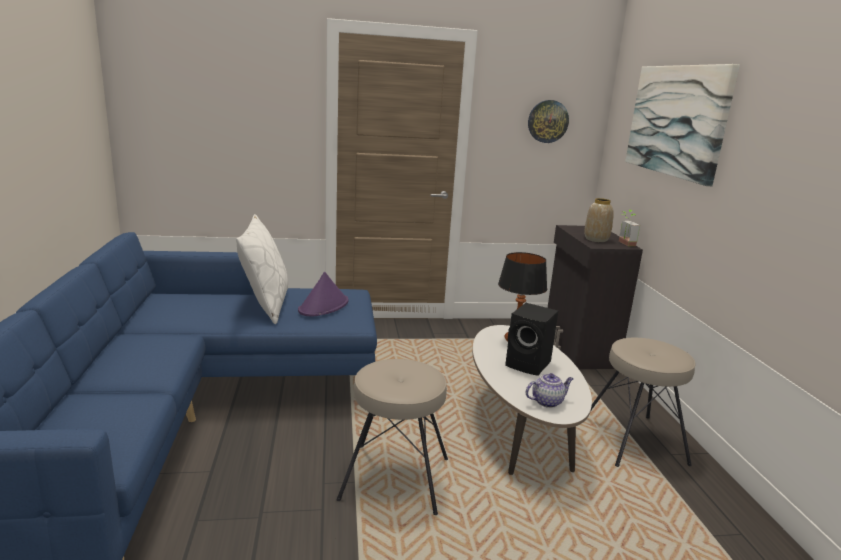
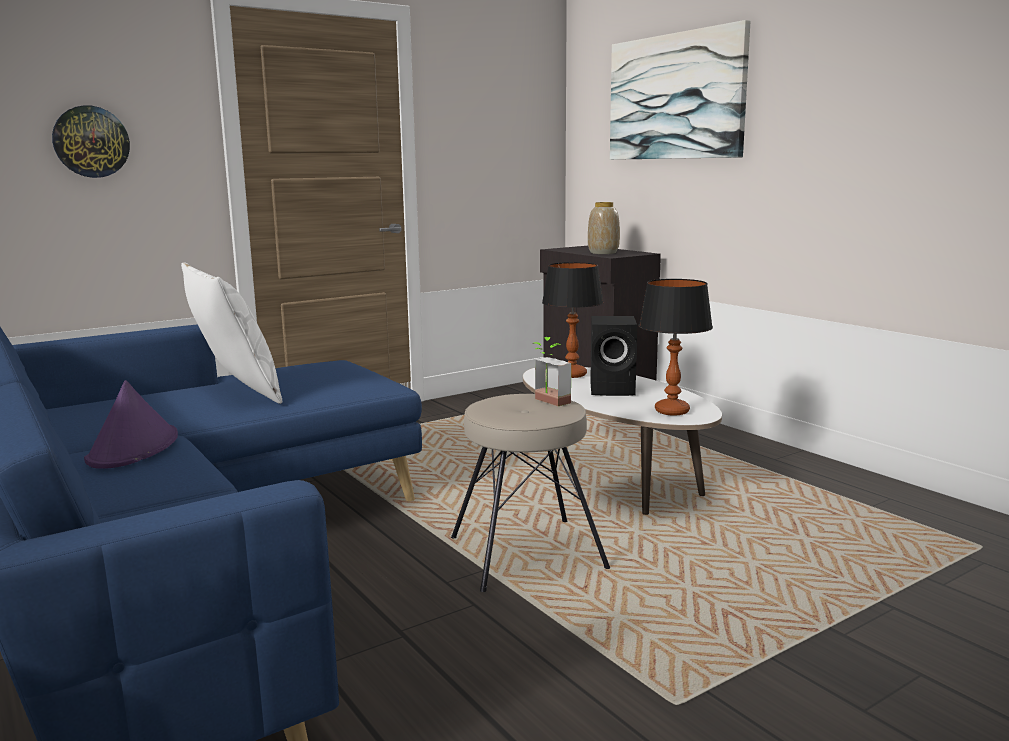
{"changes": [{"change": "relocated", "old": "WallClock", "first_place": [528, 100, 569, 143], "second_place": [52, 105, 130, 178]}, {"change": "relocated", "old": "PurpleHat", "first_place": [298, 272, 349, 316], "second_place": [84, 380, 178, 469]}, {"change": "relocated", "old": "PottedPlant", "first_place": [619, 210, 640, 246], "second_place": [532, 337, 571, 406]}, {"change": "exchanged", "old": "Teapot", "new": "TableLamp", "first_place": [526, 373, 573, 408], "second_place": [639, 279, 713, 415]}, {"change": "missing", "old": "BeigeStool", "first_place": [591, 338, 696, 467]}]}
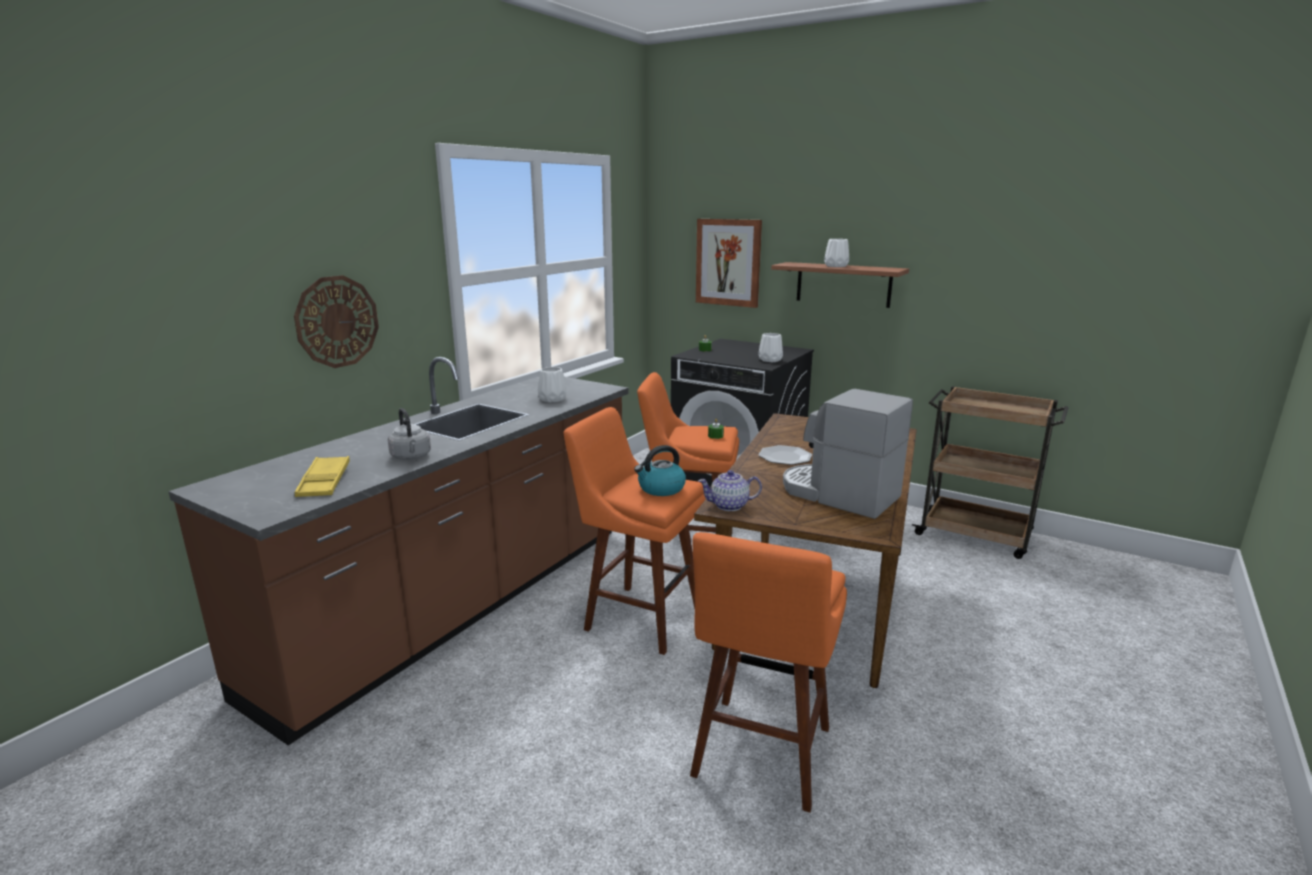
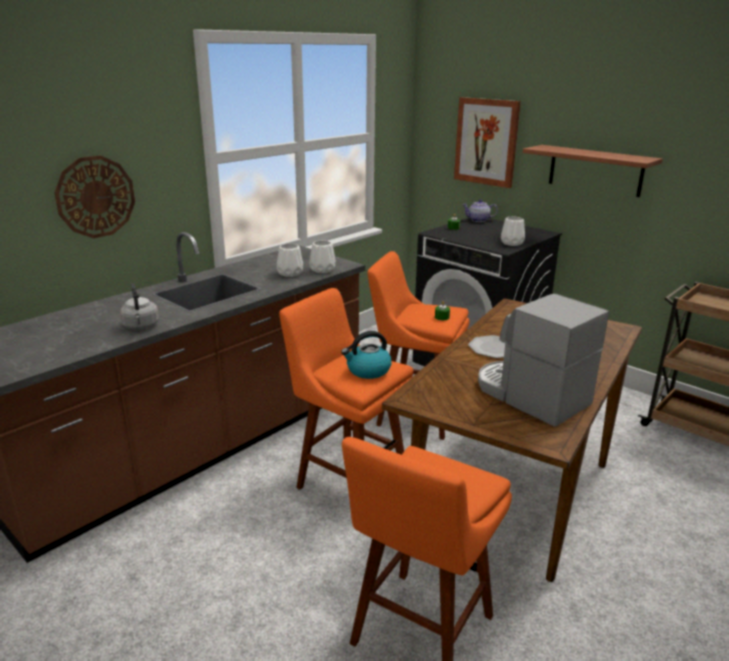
{"changes": [{"change": "relocated", "old": "WhiteVase", "first_place": [824, 239, 849, 267], "second_place": [310, 241, 336, 273]}, {"change": "relocated", "old": "Teapot", "first_place": [698, 470, 762, 511], "second_place": [462, 199, 498, 222]}, {"change": "missing", "old": "YellowTray", "first_place": [295, 456, 350, 497]}]}
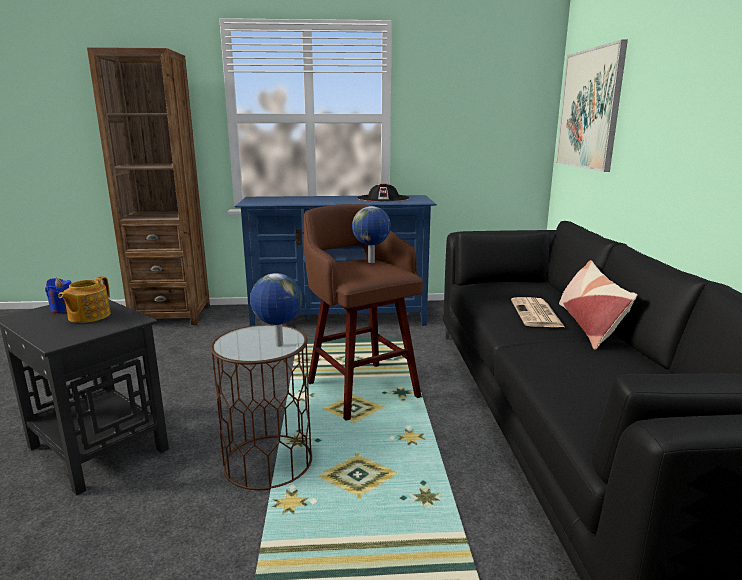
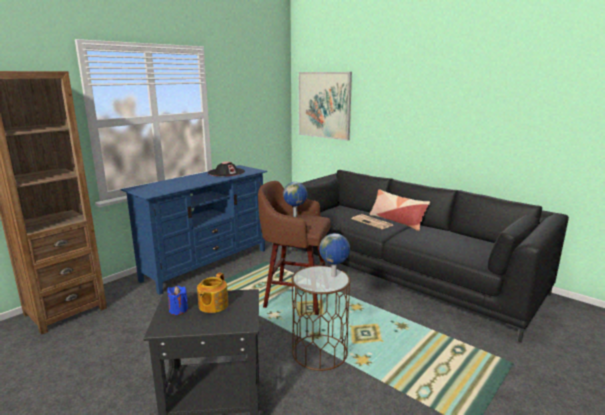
{"changes": [{"change": "spun", "old": "Teapot", "first_place": [58, 276, 111, 323], "second_place": [197, 273, 228, 313], "degrees": 45}]}
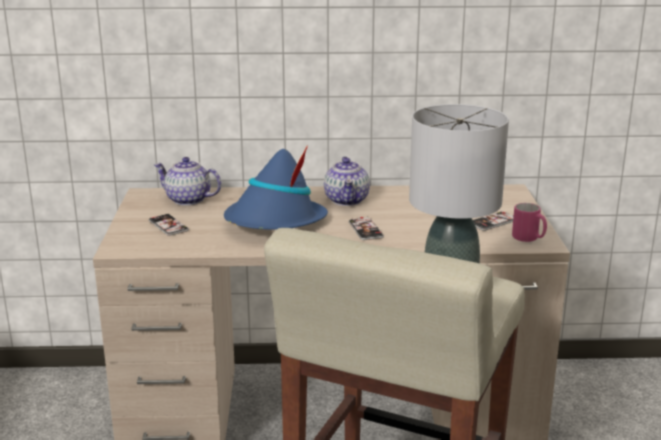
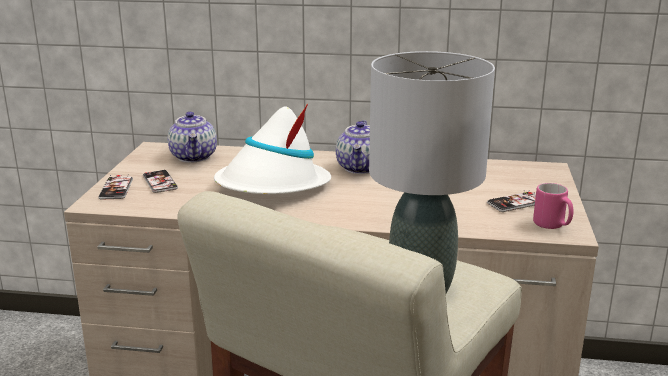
{"changes": [{"change": "relocated", "old": "Phone", "first_place": [349, 216, 384, 240], "second_place": [98, 175, 133, 200]}, {"change": "spun", "old": "Teapot", "first_place": [153, 157, 221, 206], "second_place": [167, 111, 217, 162], "degrees": -135}, {"change": "colour", "old": "BlueHat", "new": "WhiteHat", "first_place": [224, 146, 328, 230], "second_place": [214, 103, 331, 194]}]}
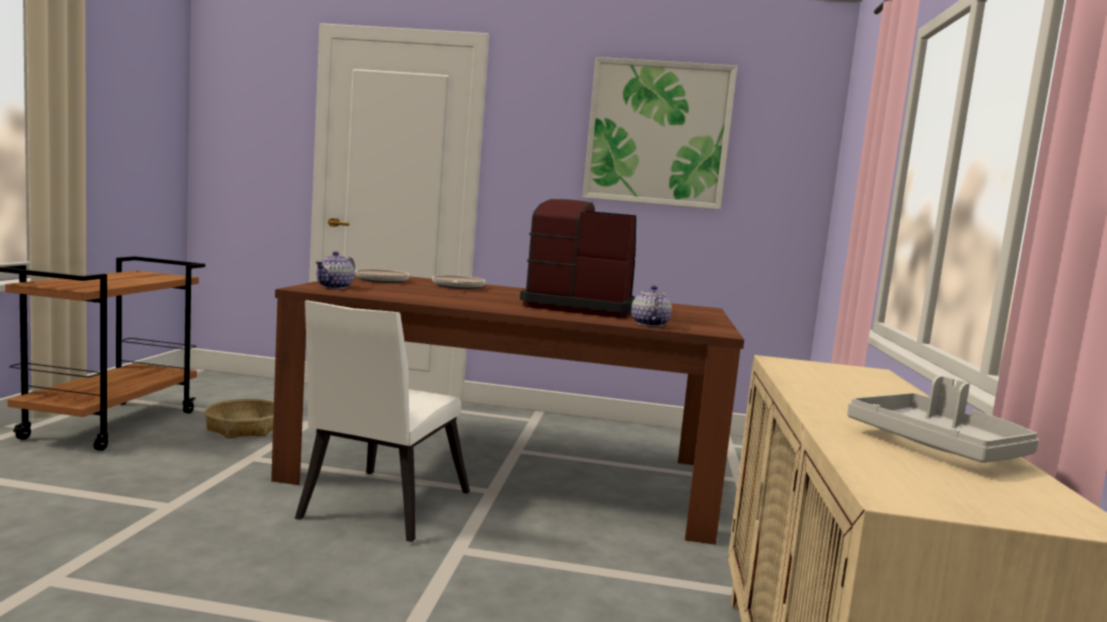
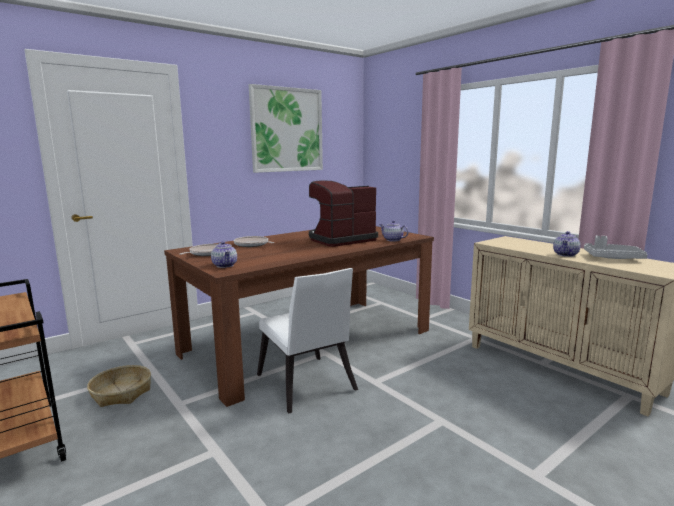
{"changes": [{"change": "appeared", "new": "Teapot", "second_place": [553, 231, 581, 257]}]}
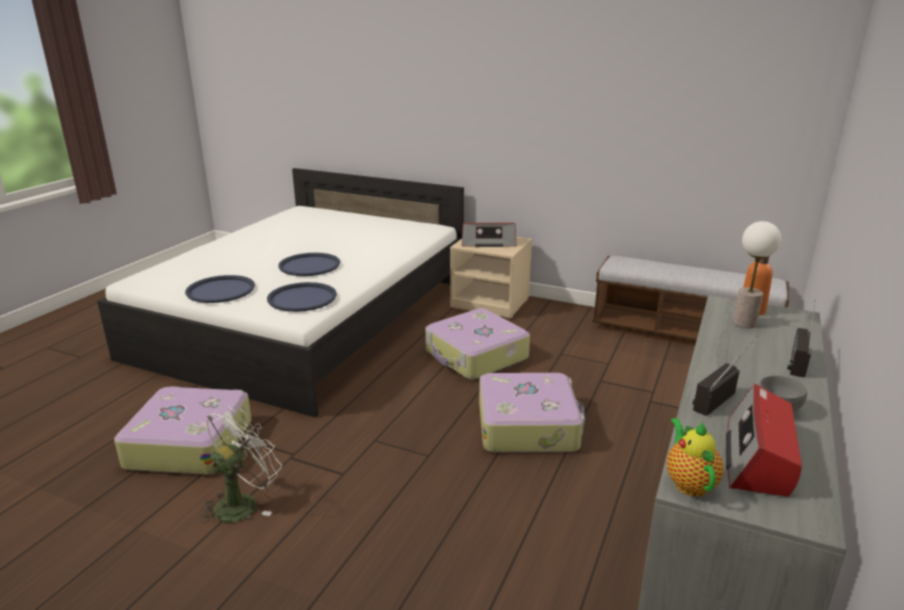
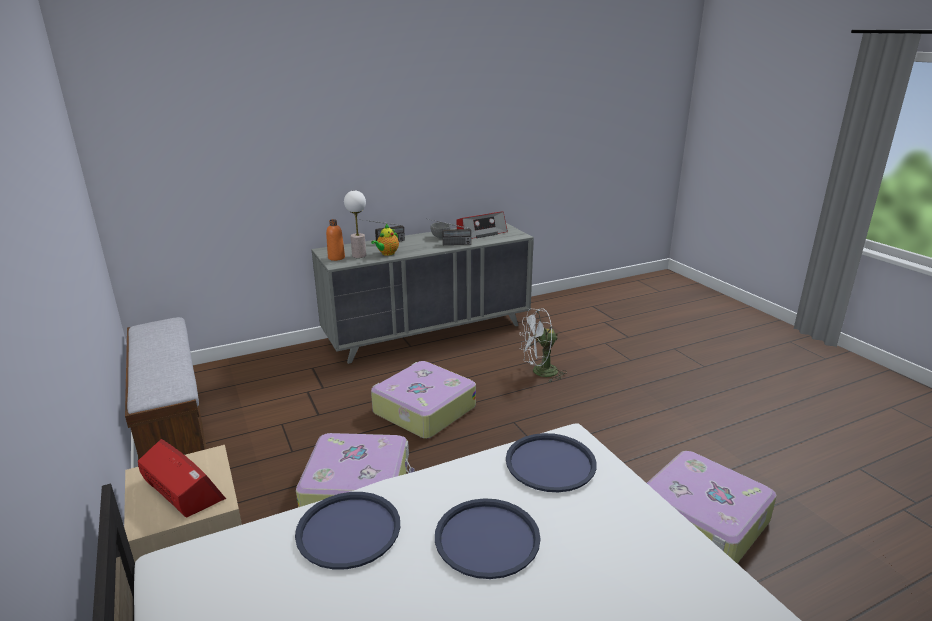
{"changes": [{"change": "relocated", "old": "BlueTray", "first_place": [185, 275, 255, 303], "second_place": [295, 492, 400, 570]}, {"change": "relocated", "old": "Teapot", "first_place": [667, 418, 723, 497], "second_place": [371, 224, 399, 256]}, {"change": "relocated", "old": "WhiteFan", "first_place": [200, 406, 282, 523], "second_place": [520, 308, 567, 383]}]}
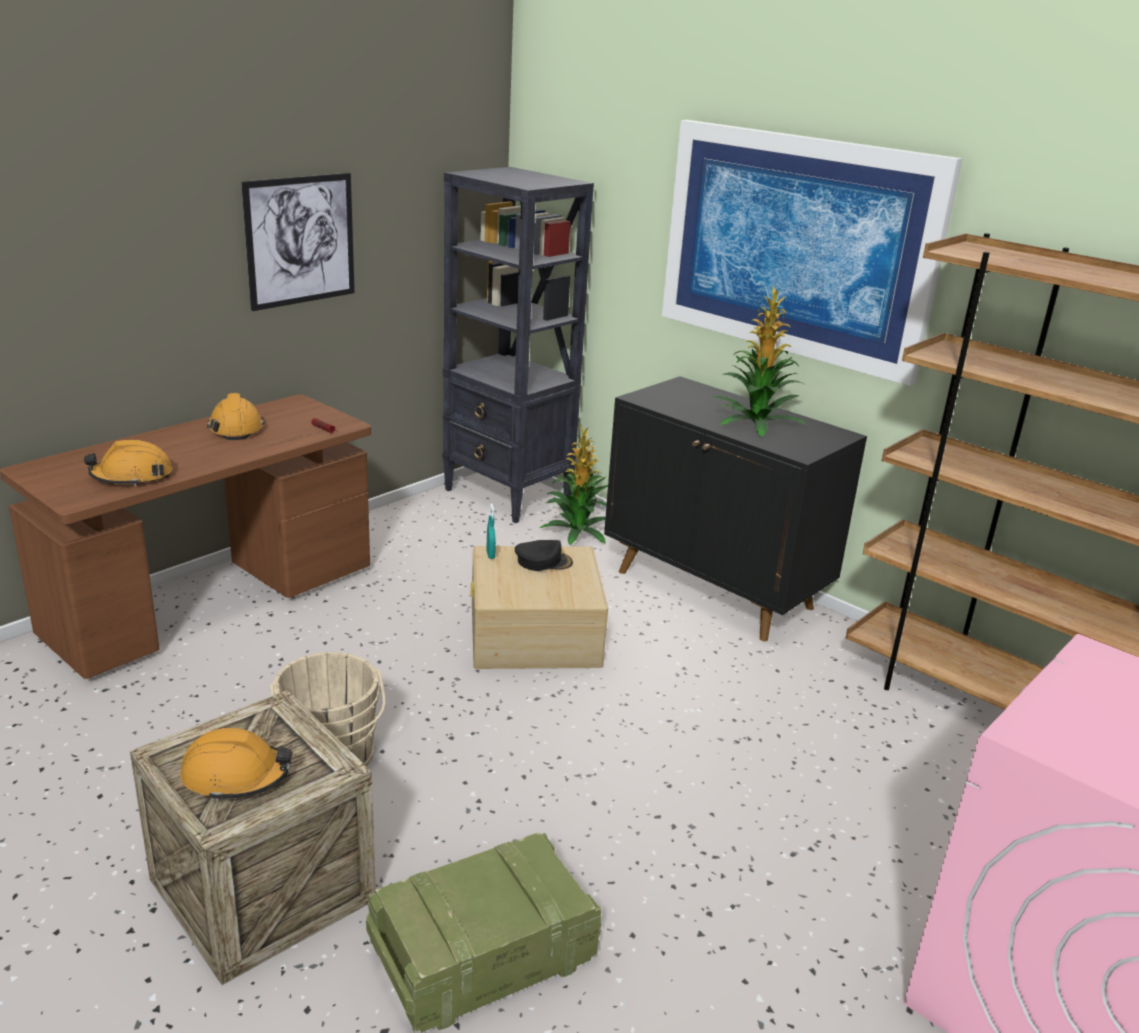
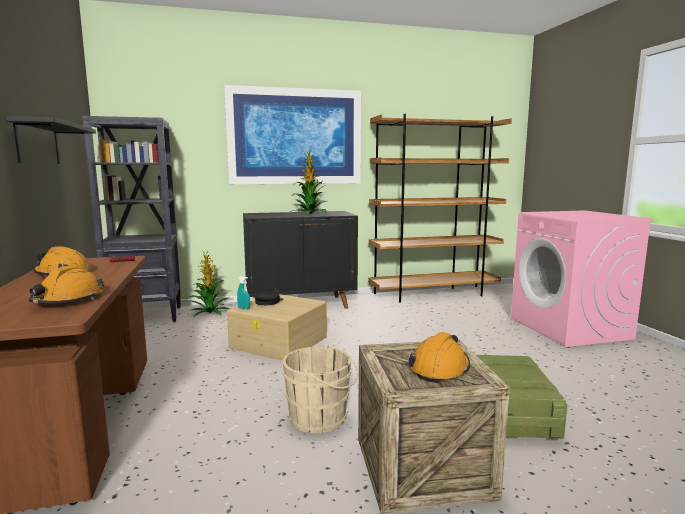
{"changes": [{"change": "exchanged", "old": "Picture", "new": "BlackShelf", "first_place": [241, 173, 355, 311], "second_place": [5, 116, 96, 164]}]}
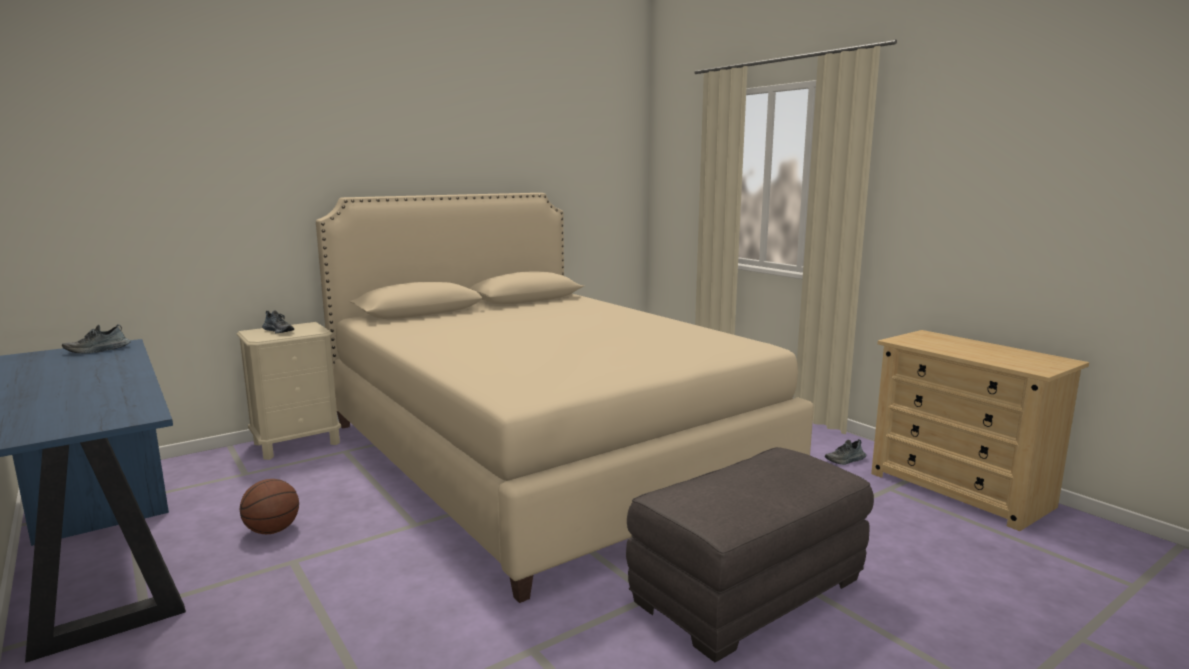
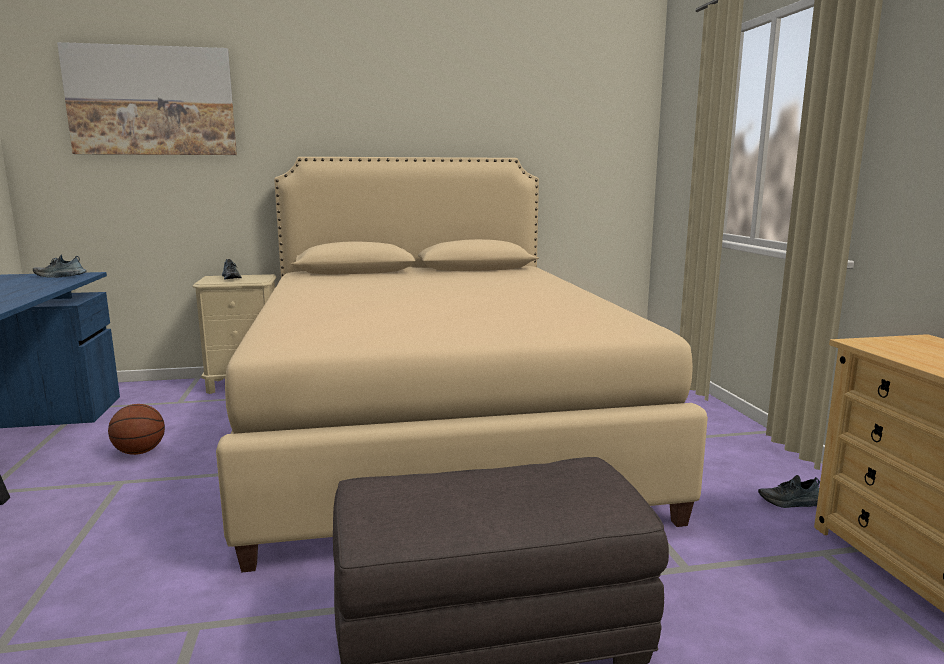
{"changes": [{"change": "appeared", "new": "Picture", "second_place": [57, 42, 237, 155]}]}
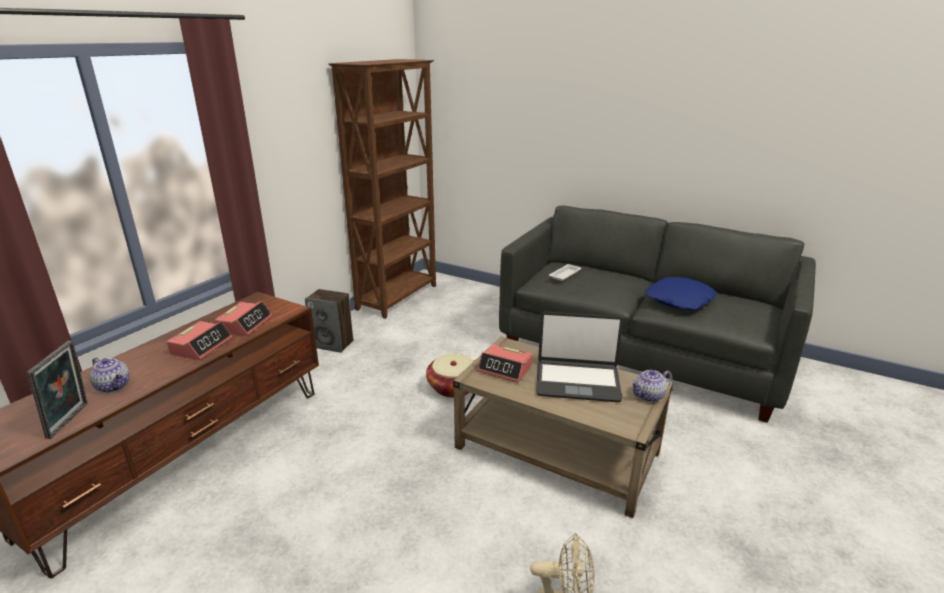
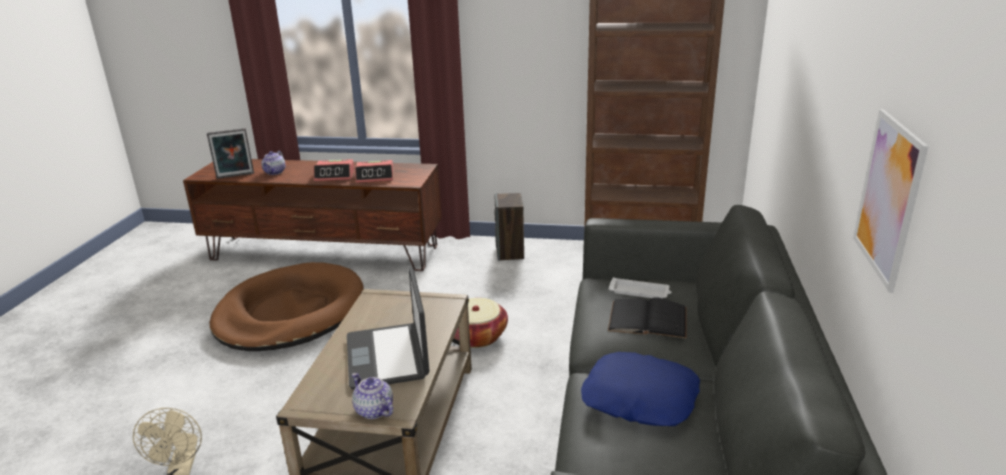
{"changes": [{"change": "appeared", "new": "BrownDogBed", "second_place": [209, 262, 364, 351]}, {"change": "appeared", "new": "BlackBook", "second_place": [608, 297, 686, 338]}, {"change": "appeared", "new": "Picture", "second_place": [853, 109, 929, 293]}, {"change": "missing", "old": "AlarmClock", "first_place": [477, 344, 532, 383]}]}
